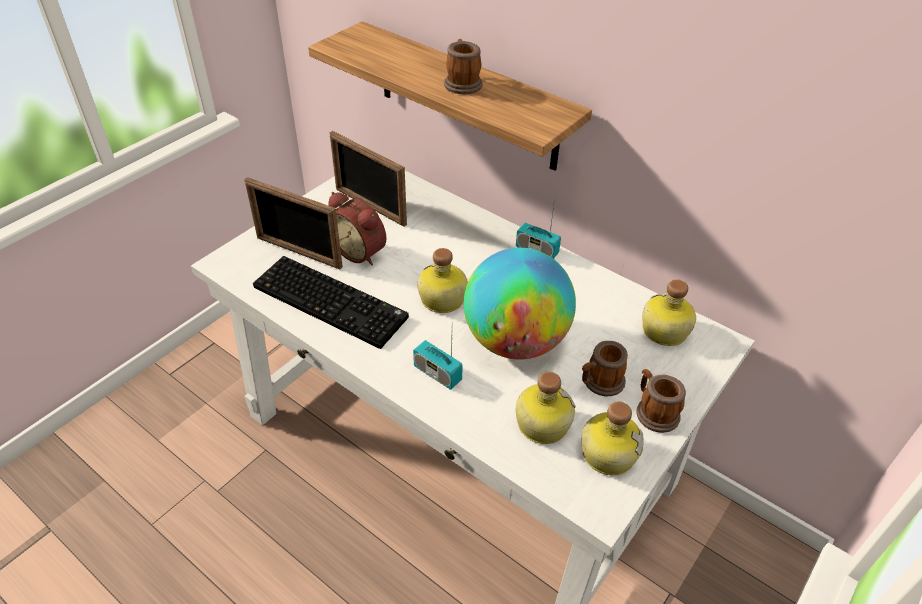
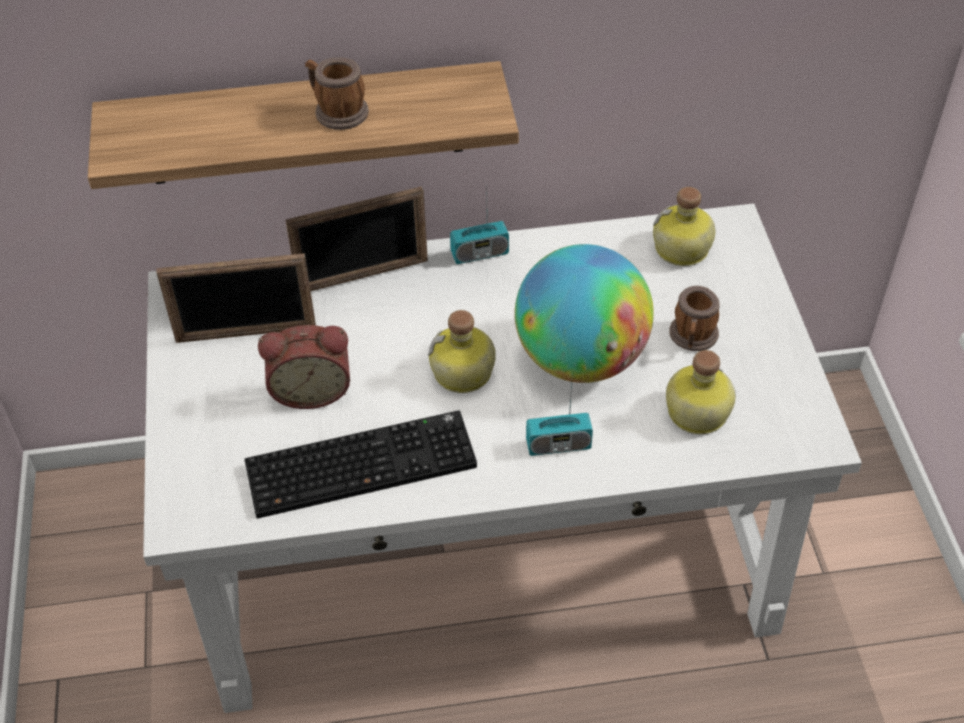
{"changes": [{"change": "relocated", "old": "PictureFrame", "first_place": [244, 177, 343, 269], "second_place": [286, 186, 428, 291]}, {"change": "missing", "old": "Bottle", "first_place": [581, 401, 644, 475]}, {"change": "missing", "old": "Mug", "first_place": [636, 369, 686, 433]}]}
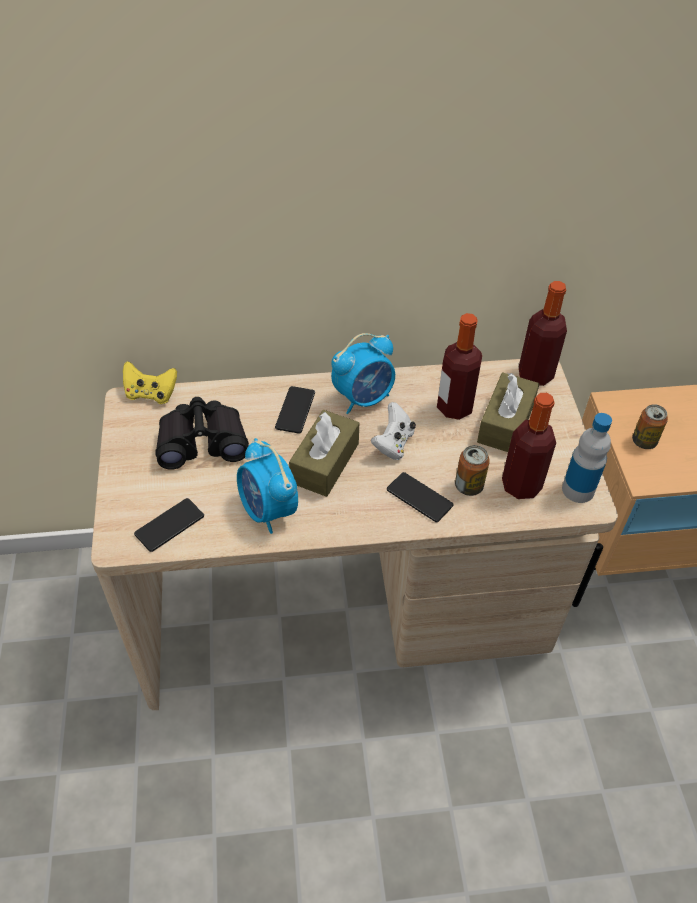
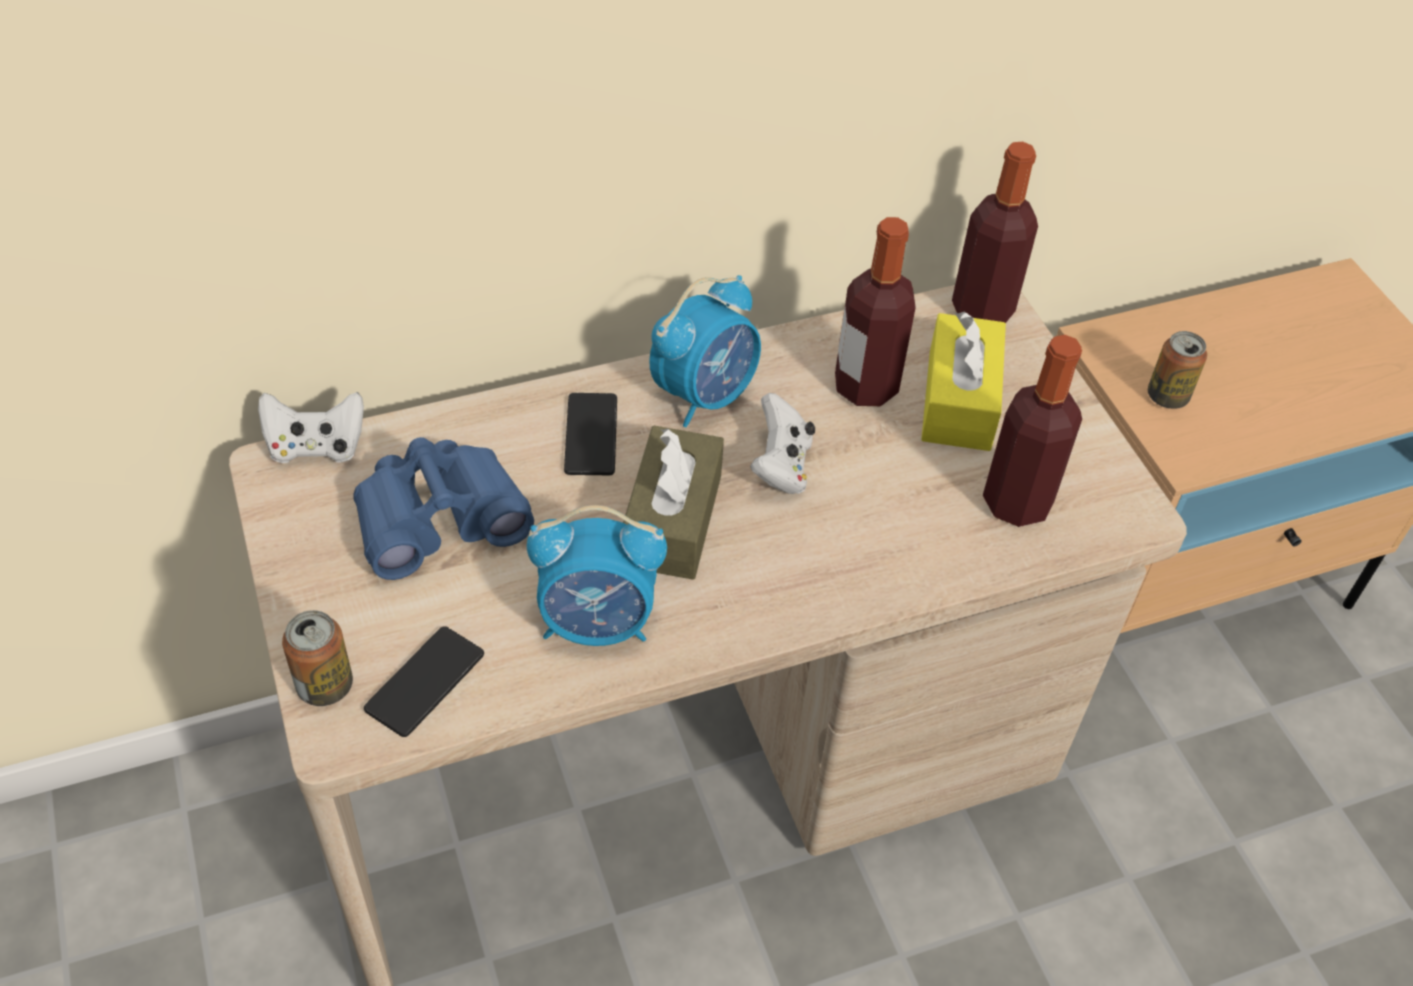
{"changes": [{"change": "colour", "old": "YellowGameController", "new": "WhiteGameController", "first_place": [123, 361, 177, 404], "second_place": [258, 392, 364, 463]}, {"change": "relocated", "old": "Can", "first_place": [455, 445, 490, 496], "second_place": [282, 610, 353, 706]}, {"change": "colour", "old": "BlackBinoculars", "new": "BlueBinoculars", "first_place": [156, 397, 249, 470], "second_place": [353, 437, 534, 580]}, {"change": "spun", "old": "AlarmClock", "first_place": [237, 438, 298, 534], "second_place": [527, 505, 667, 646], "degrees": -45}, {"change": "colour", "old": "BrownTissueBox", "new": "YellowTissueBox", "first_place": [477, 372, 539, 452], "second_place": [921, 312, 1006, 451]}, {"change": "missing", "old": "Phone", "first_place": [387, 472, 453, 522]}, {"change": "missing", "old": "Bottle", "first_place": [562, 413, 612, 503]}]}
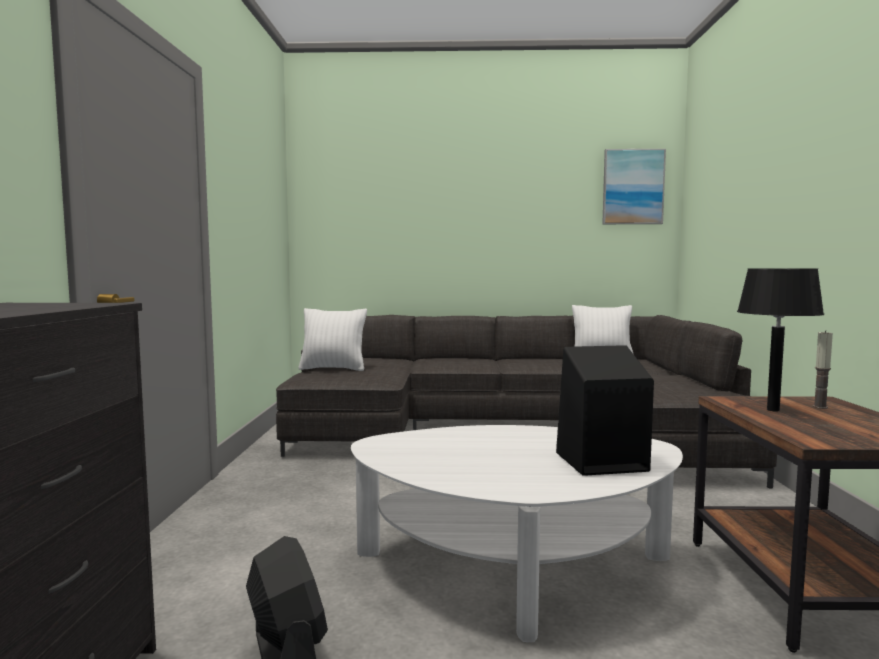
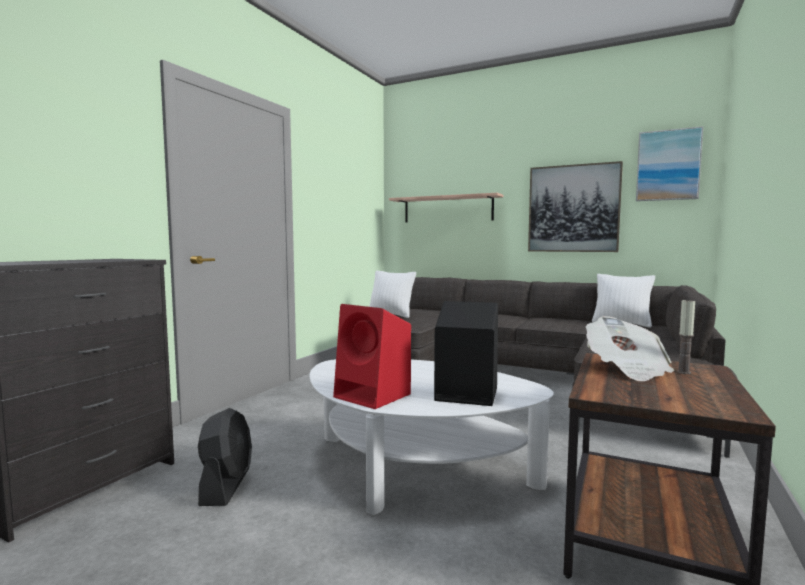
{"changes": [{"change": "appeared", "new": "RedSpeaker", "second_place": [333, 304, 411, 409]}, {"change": "appeared", "new": "Shelf", "second_place": [389, 193, 503, 223]}, {"change": "appeared", "new": "Picture", "second_place": [528, 161, 623, 252]}, {"change": "exchanged", "old": "BlackTableLamp", "new": "Newspaper", "first_place": [737, 269, 824, 412], "second_place": [586, 316, 674, 381]}]}
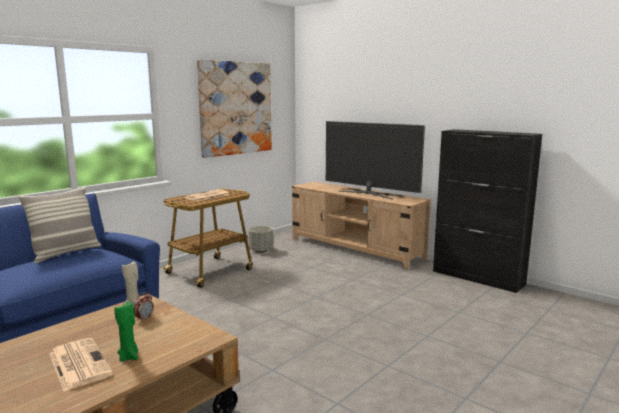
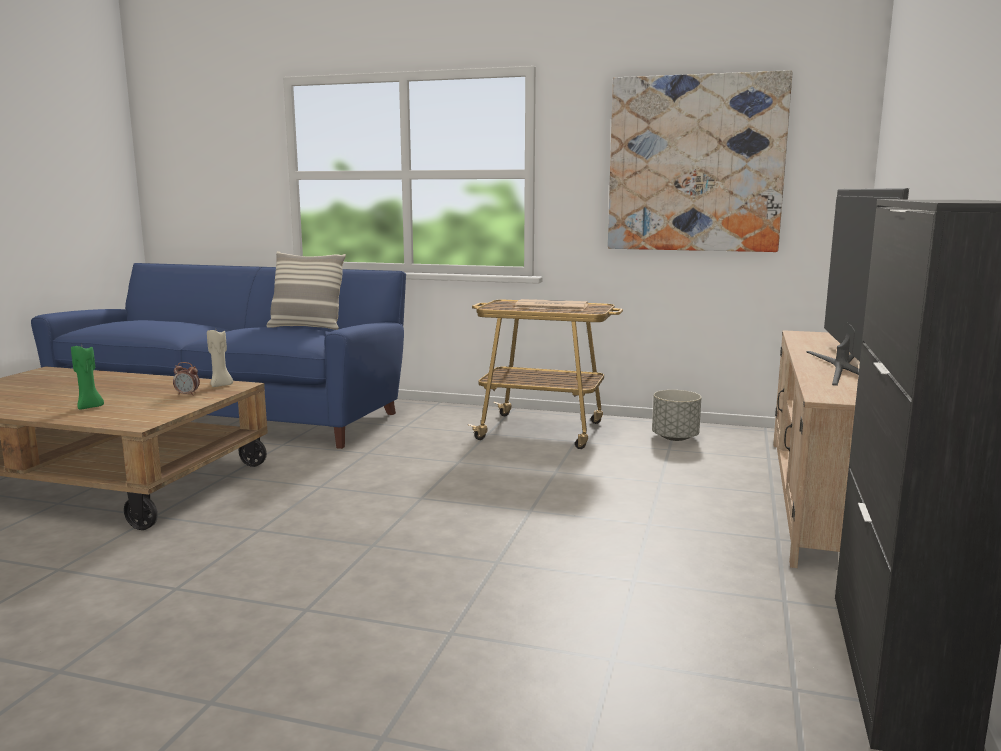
{"changes": [{"change": "missing", "old": "Newspaper", "first_place": [49, 338, 113, 391]}]}
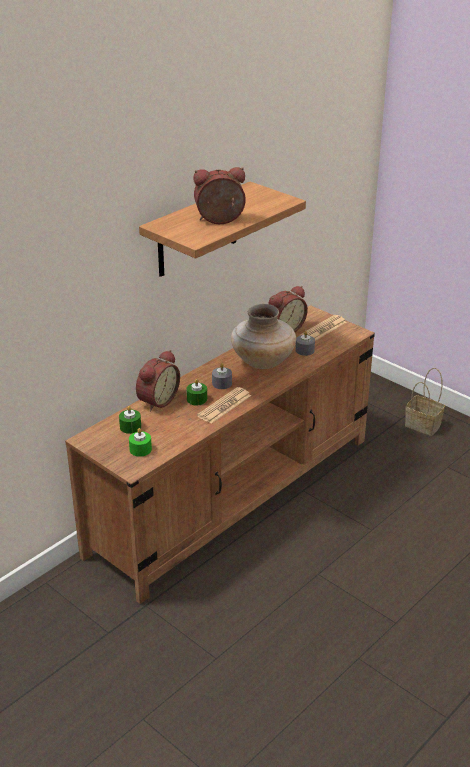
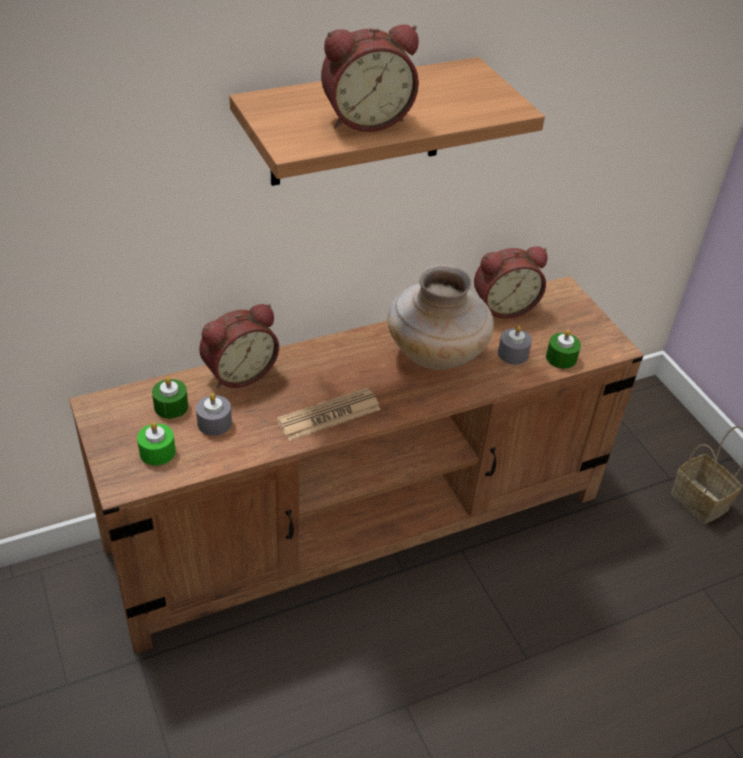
{"changes": [{"change": "relocated", "old": "GreyCandle", "first_place": [212, 363, 232, 389], "second_place": [196, 393, 232, 436]}, {"change": "spun", "old": "AlarmClock", "first_place": [194, 167, 246, 224], "second_place": [321, 24, 419, 132], "degrees": 150}, {"change": "relocated", "old": "GreenCandle", "first_place": [187, 379, 207, 405], "second_place": [546, 330, 581, 369]}, {"change": "missing", "old": "Newspaper", "first_place": [299, 315, 347, 341]}]}
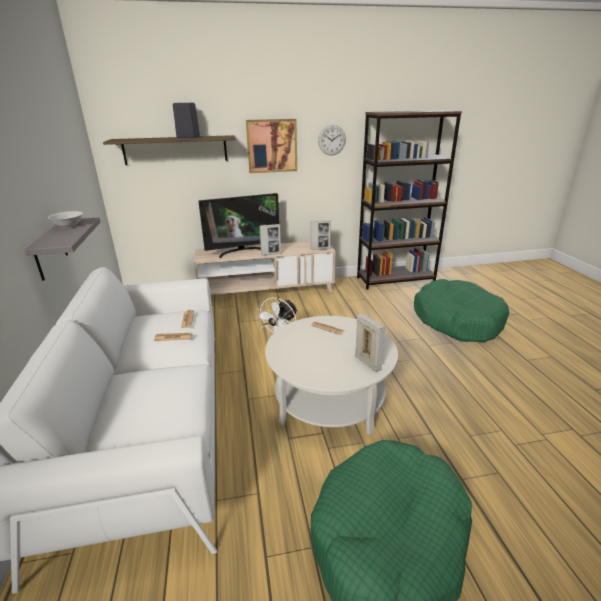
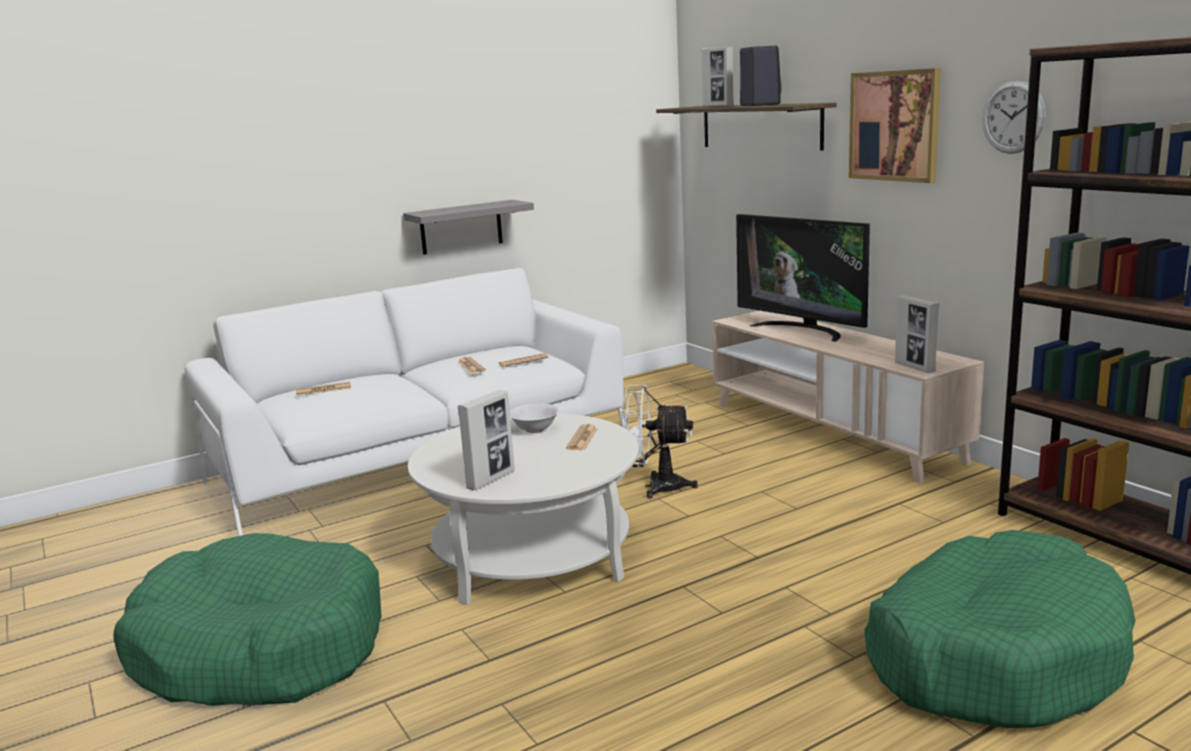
{"changes": [{"change": "appeared", "new": "Newspaper", "second_place": [296, 382, 351, 396]}, {"change": "relocated", "old": "WhiteBowl", "first_place": [48, 211, 83, 228], "second_place": [510, 403, 559, 433]}, {"change": "relocated", "old": "PictureFrame", "first_place": [259, 224, 281, 256], "second_place": [701, 46, 734, 107]}]}
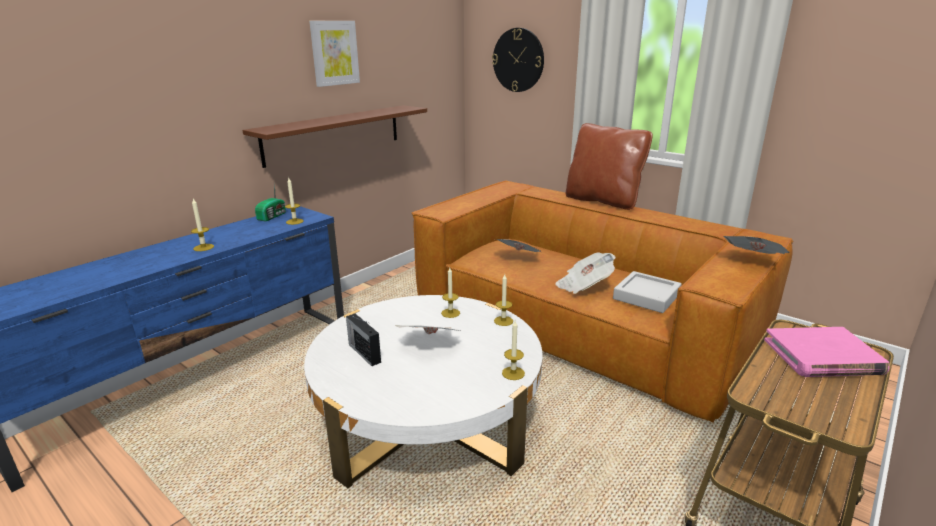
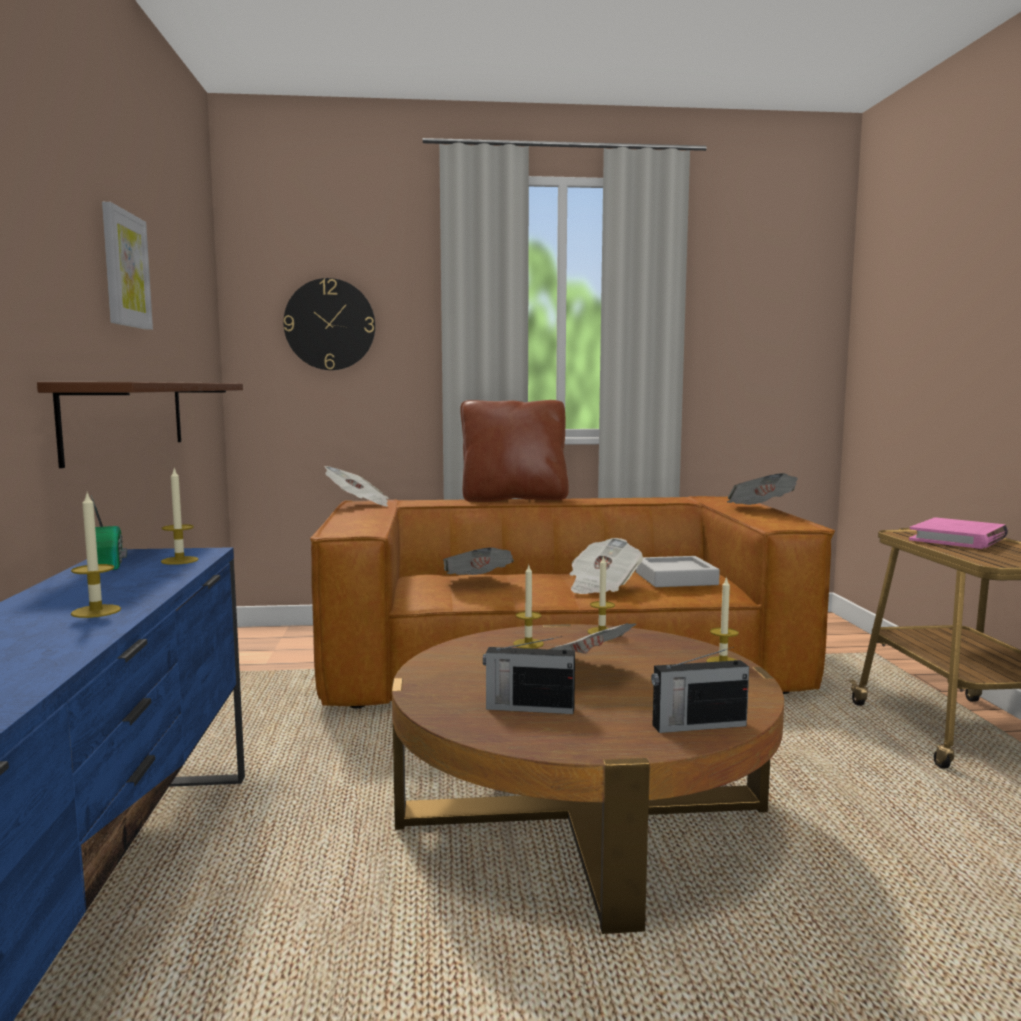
{"changes": [{"change": "appeared", "new": "Newspaper", "second_place": [324, 466, 389, 506]}, {"change": "colour", "old": "WhiteCoffeeTable", "new": "BrownCoffeeTable", "first_place": [304, 295, 543, 488], "second_place": [392, 624, 784, 934]}, {"change": "appeared", "new": "Radio", "second_place": [651, 647, 749, 733]}]}
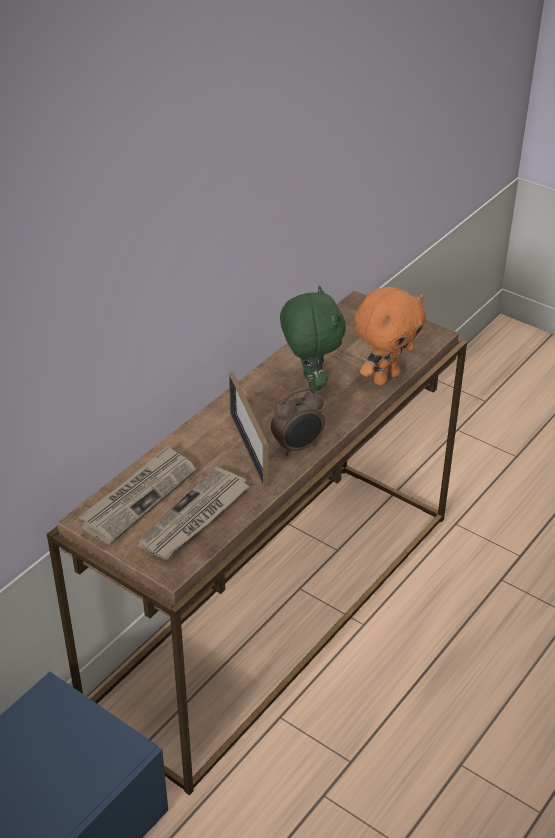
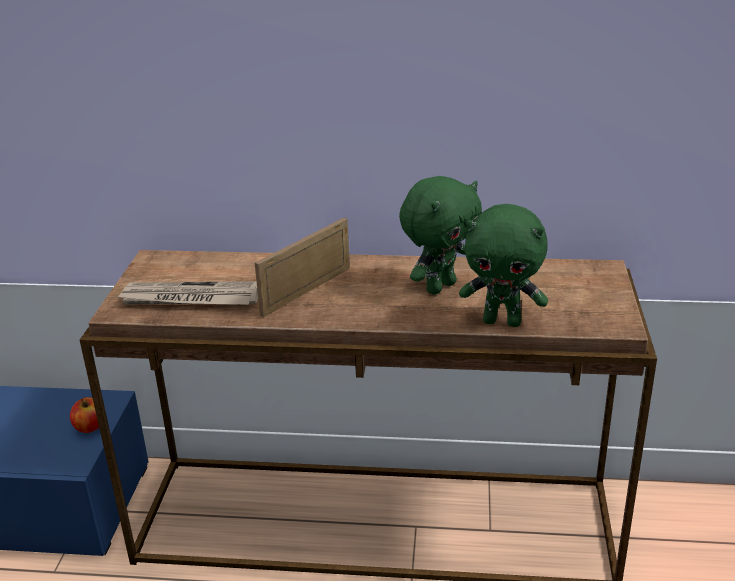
{"changes": [{"change": "appeared", "new": "Apple", "second_place": [70, 397, 99, 433]}, {"change": "colour", "old": "OrangePlushToy", "new": "GreenPlushToy", "first_place": [354, 287, 426, 386], "second_place": [459, 204, 548, 327]}, {"change": "missing", "old": "Newspaper", "first_place": [78, 445, 196, 545]}, {"change": "missing", "old": "AlarmClock", "first_place": [271, 387, 325, 456]}]}
